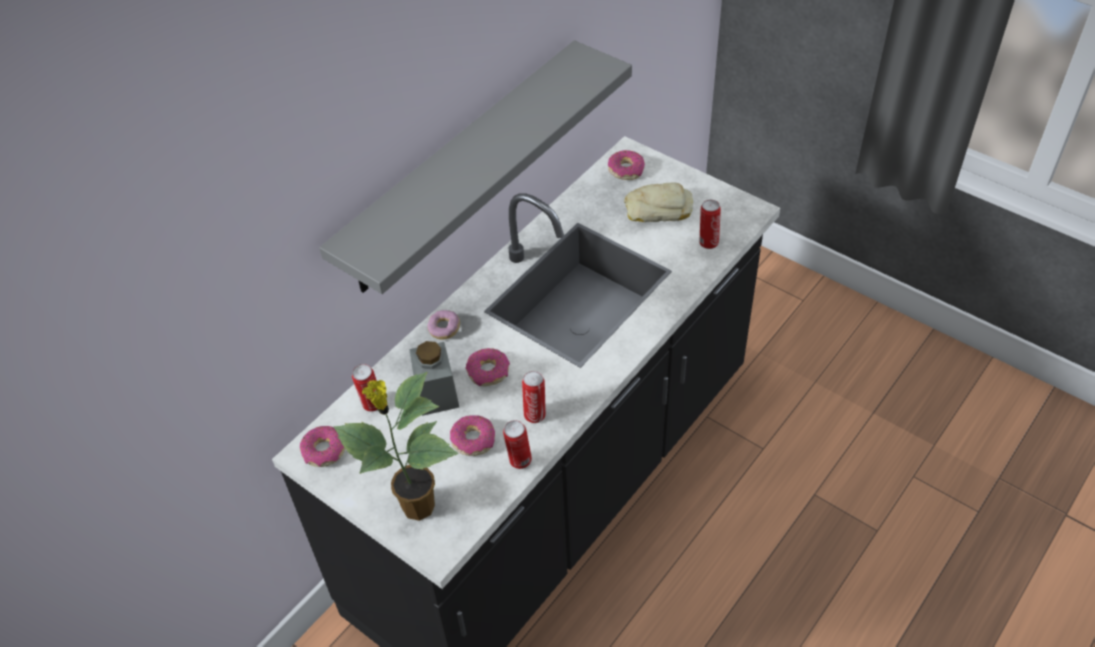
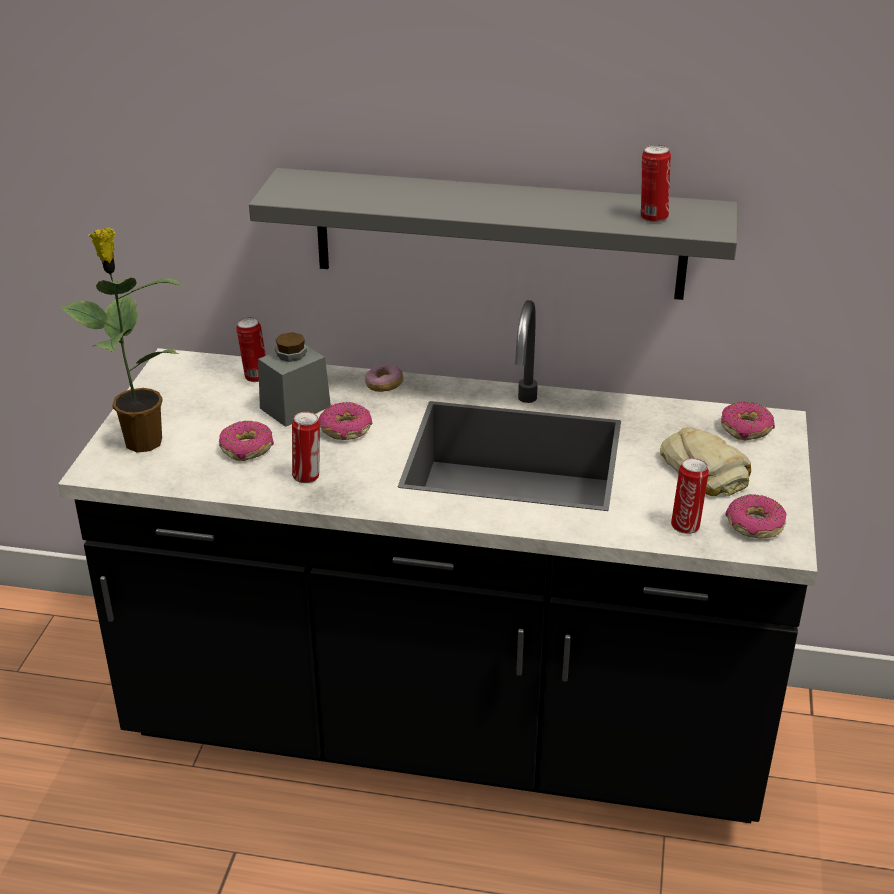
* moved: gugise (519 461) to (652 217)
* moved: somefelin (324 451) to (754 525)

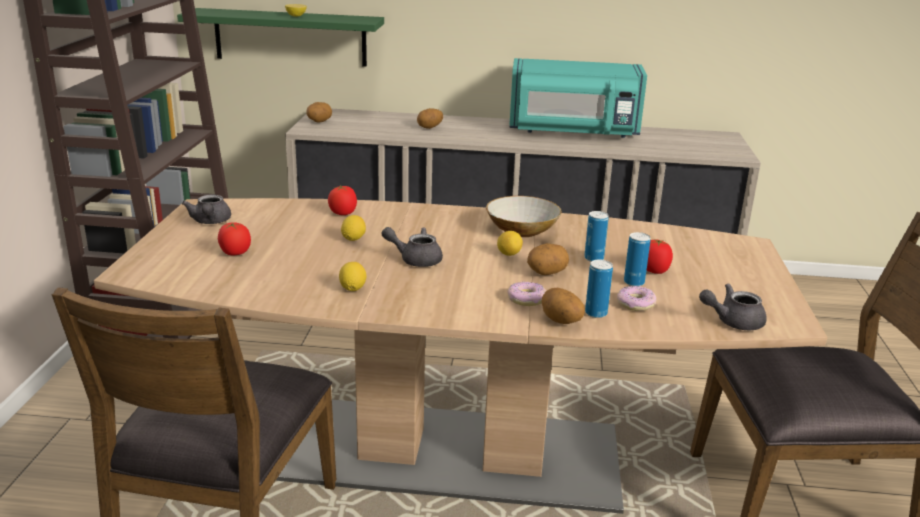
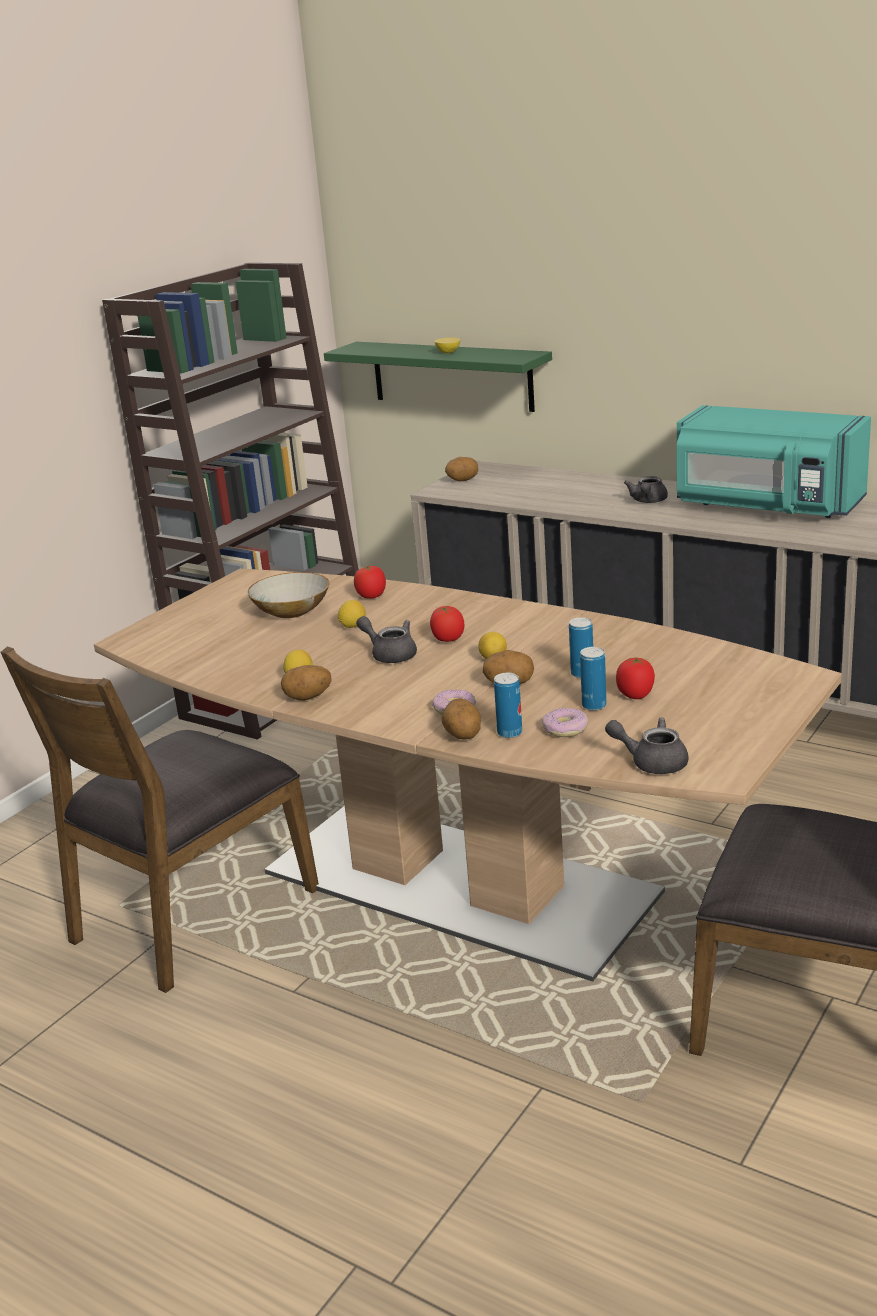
* moved: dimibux (430 127) to (308 698)
* moved: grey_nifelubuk (210 222) to (648 501)
* moved: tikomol (521 231) to (290 611)
* moved: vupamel (235 253) to (448 639)

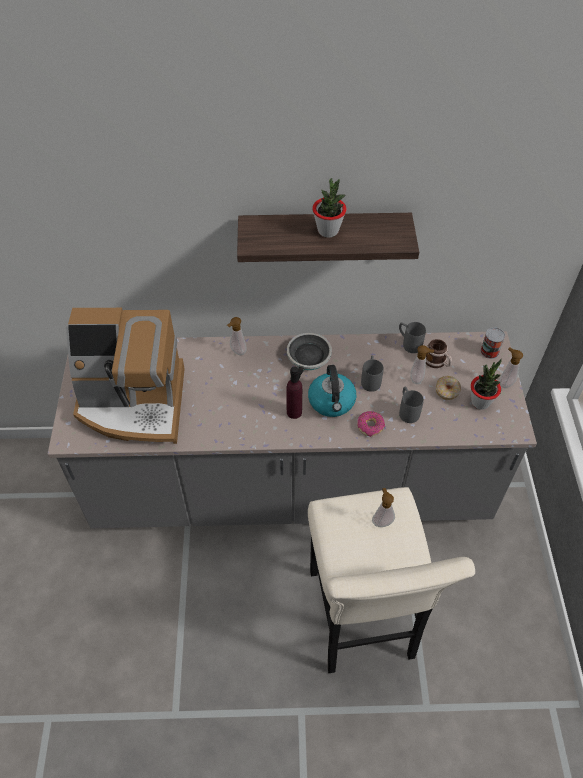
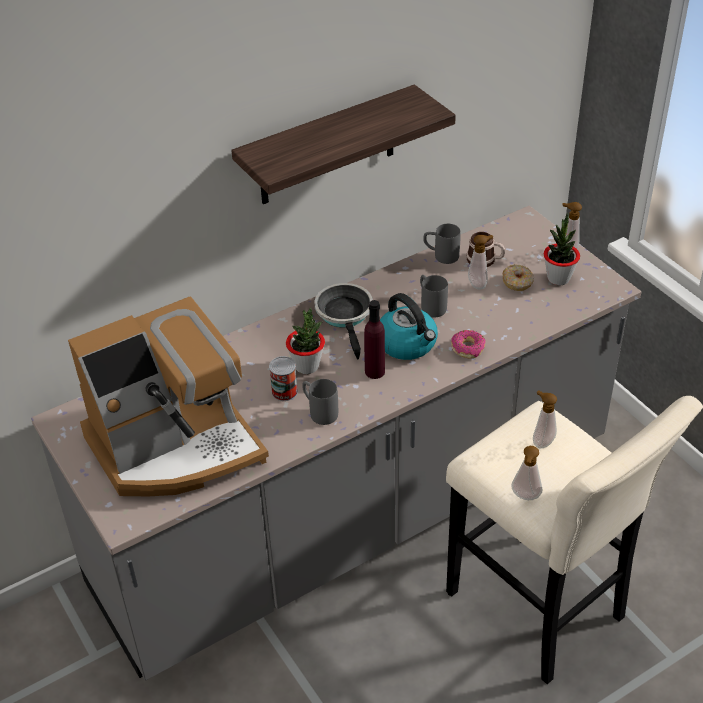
* moved: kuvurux (328 231) to (307 366)
* moved: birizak (237 352) to (525 497)
* moved: gugise (489 351) to (284 391)
* moved: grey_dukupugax (407 410) to (319 411)

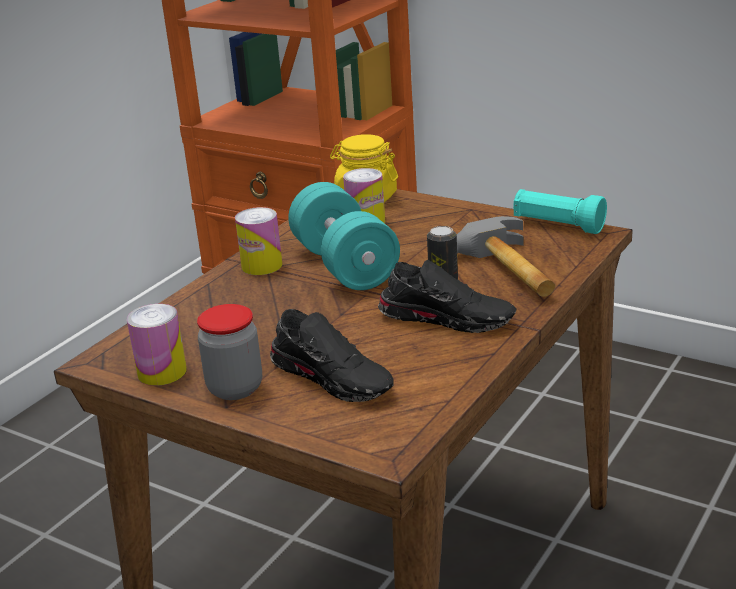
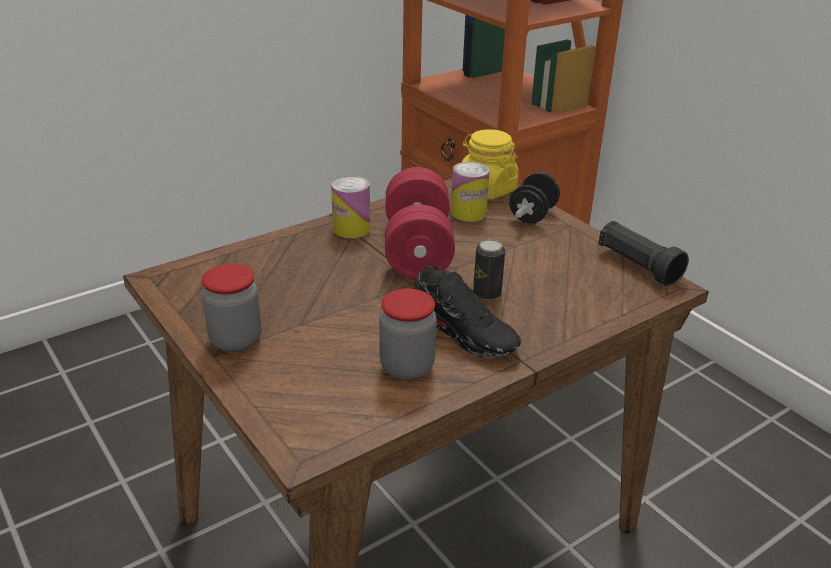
* recoloured: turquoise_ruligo (344 265) to red_ruligo (417 249)
* recoloured: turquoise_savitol (557 225) to black_savitol (637 266)
* removed: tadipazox (504 273)
* removed: gugise (162 372)
* removed: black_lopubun (334 377)
* added: black_ruligo (532 215)
* added: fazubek (407 367)

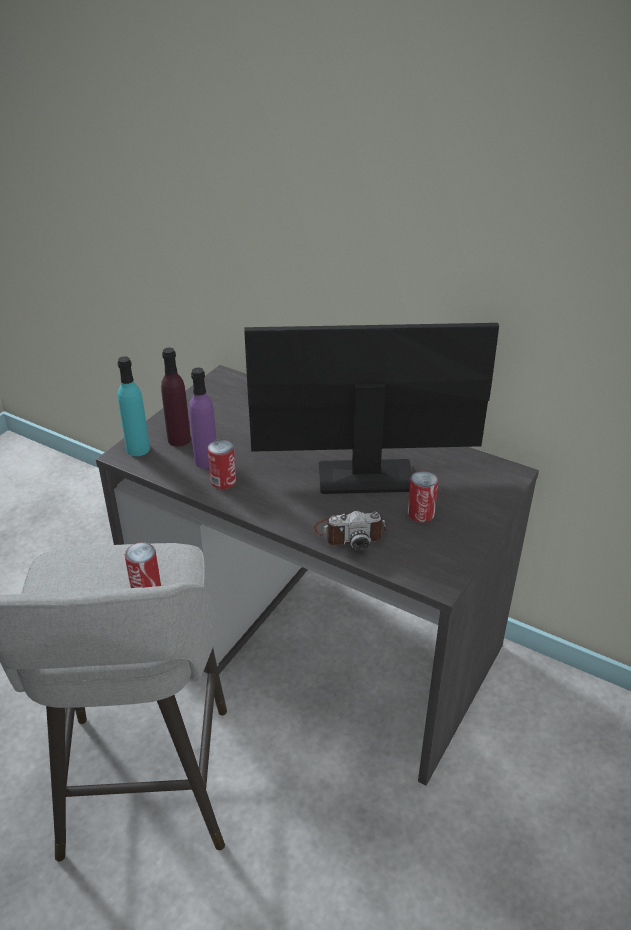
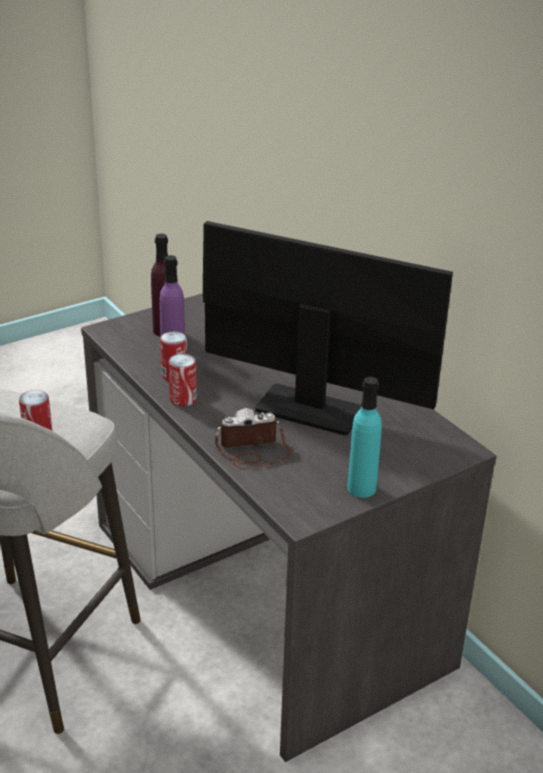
* moved: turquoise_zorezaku (138 449) to (361 488)
* moved: gugise (421 514) to (183 399)
* turned: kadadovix (350 533) = (252 451) 150 degrees clockwise

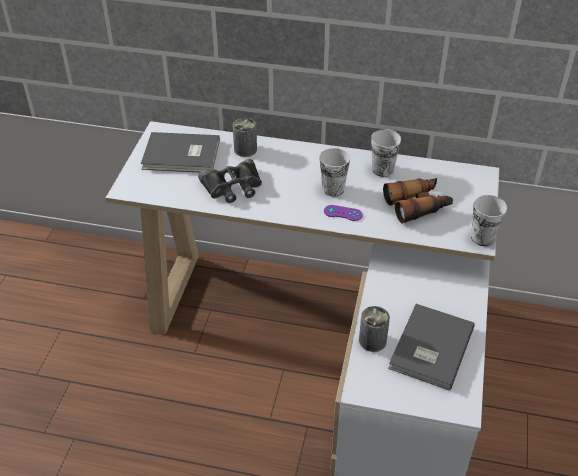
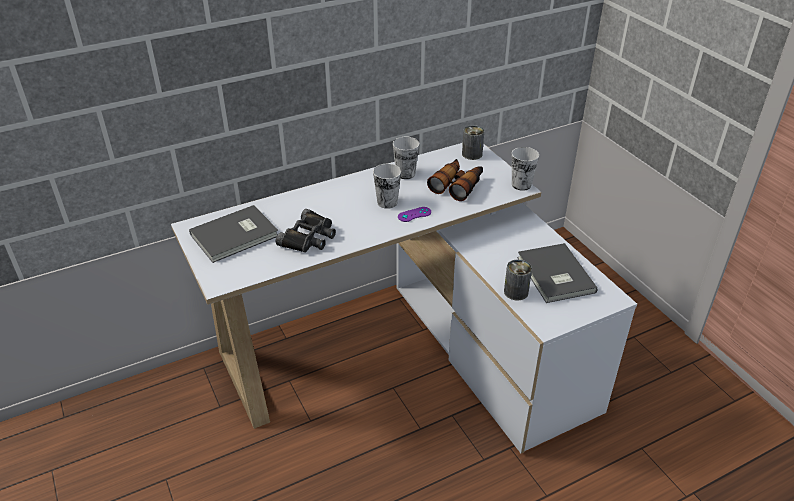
* moved: gugise (245 149) to (472 154)

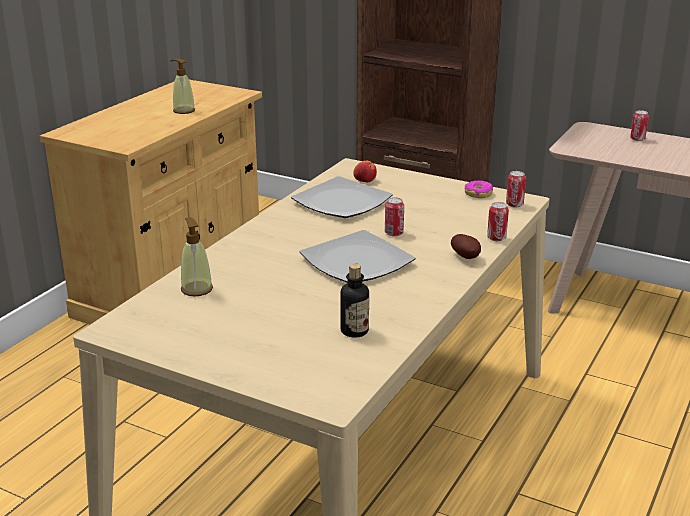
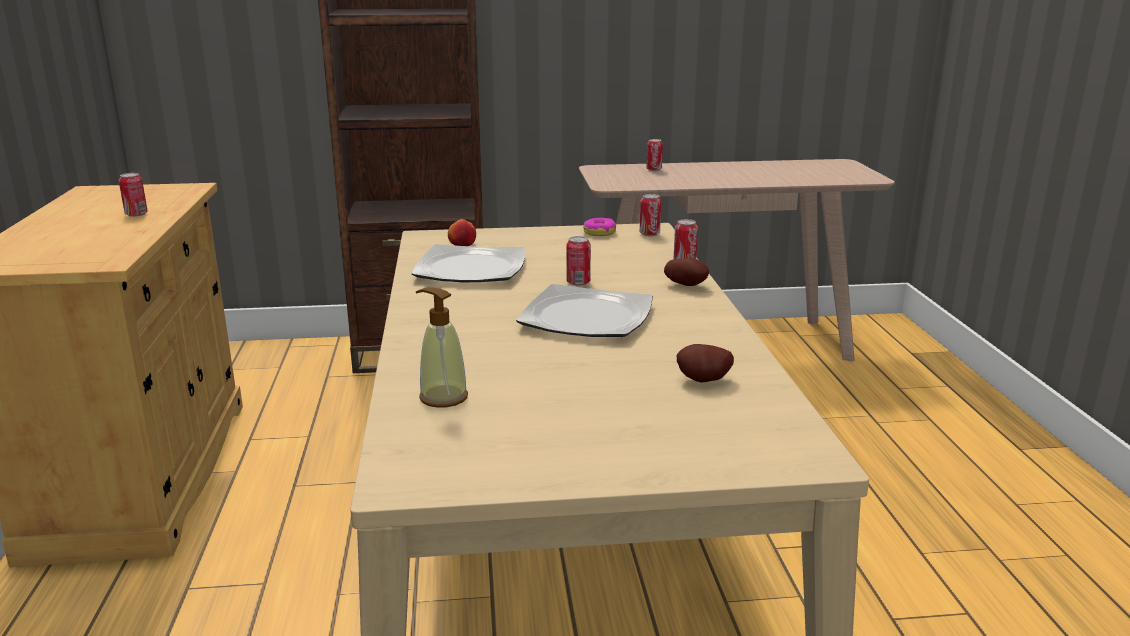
* replaced: birizak (184 111) to gugise (136 214)
* replaced: zorezaku (354 331) to dimibux (704 381)

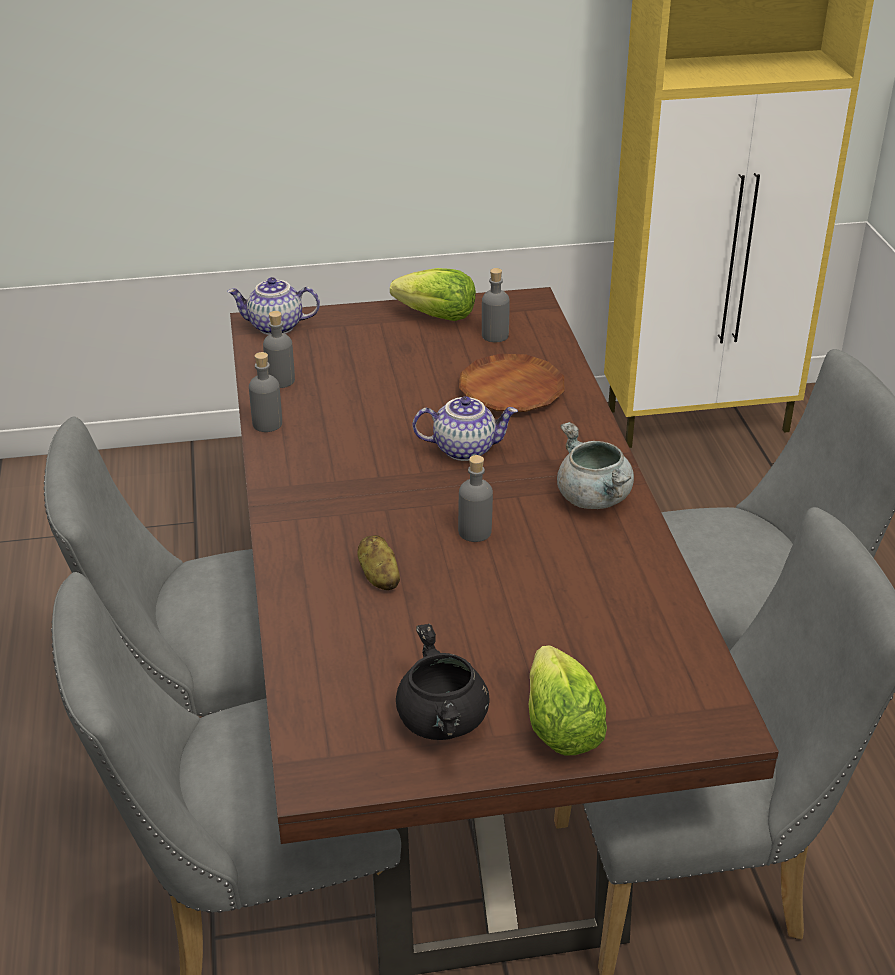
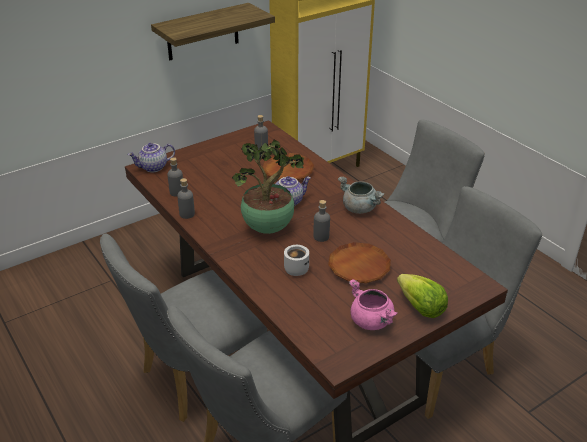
* removed: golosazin (437 317)
* replaced: dimibux (378 576) to white_dukupugax (295 268)
* recoloured: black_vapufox (443 721) to pink_vapufox (371 321)
* added: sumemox (202 32)
* added: kuvurux (269 228)
* added: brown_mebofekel (359 266)

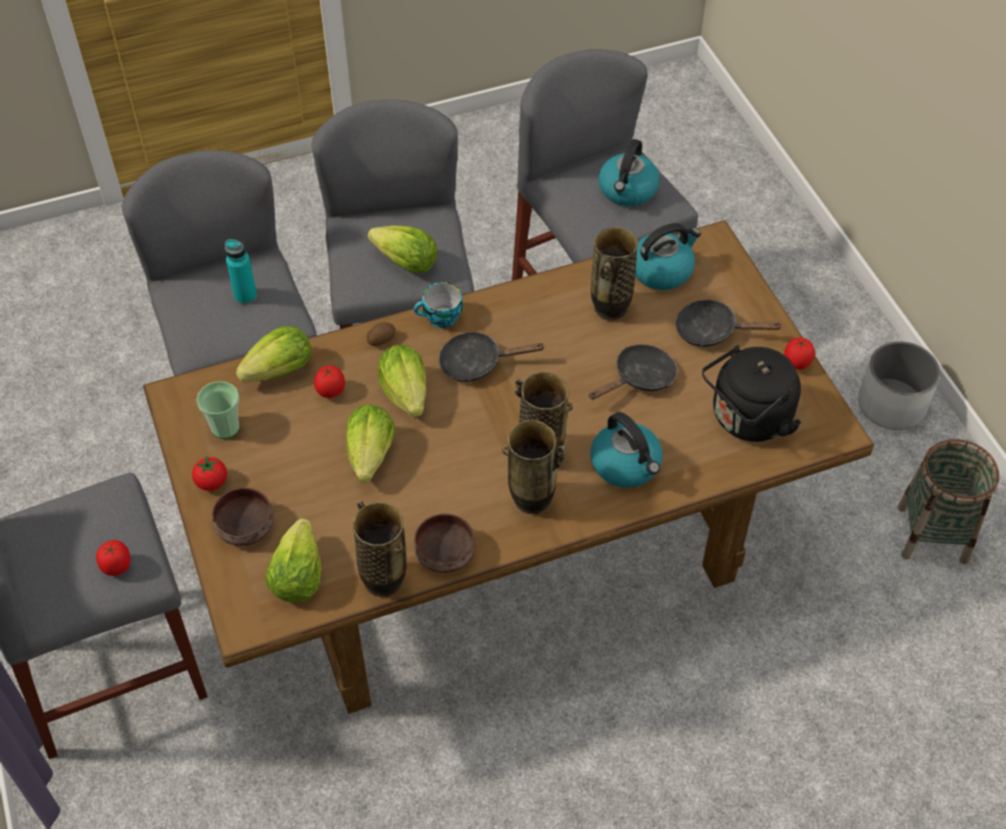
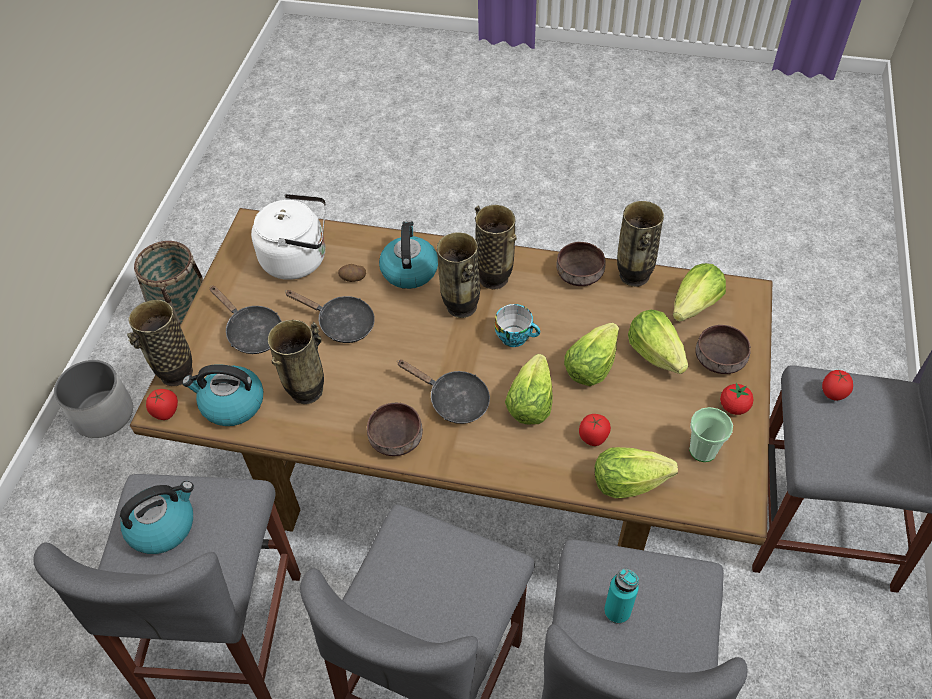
* moved: golosazin (406 263) to (655 353)
* moved: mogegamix (441 319) to (516 336)
* moved: dimibux (381 339) to (353 278)
* moved: vupamel (796 364) to (166 412)
* turned: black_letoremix (639 378) = (341 323) 150 degrees counterclockwise
* recoloured: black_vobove (747 419) to white_vobove (299 259)
* added: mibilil (176 373)
* added: brown_tikomol (396 439)

